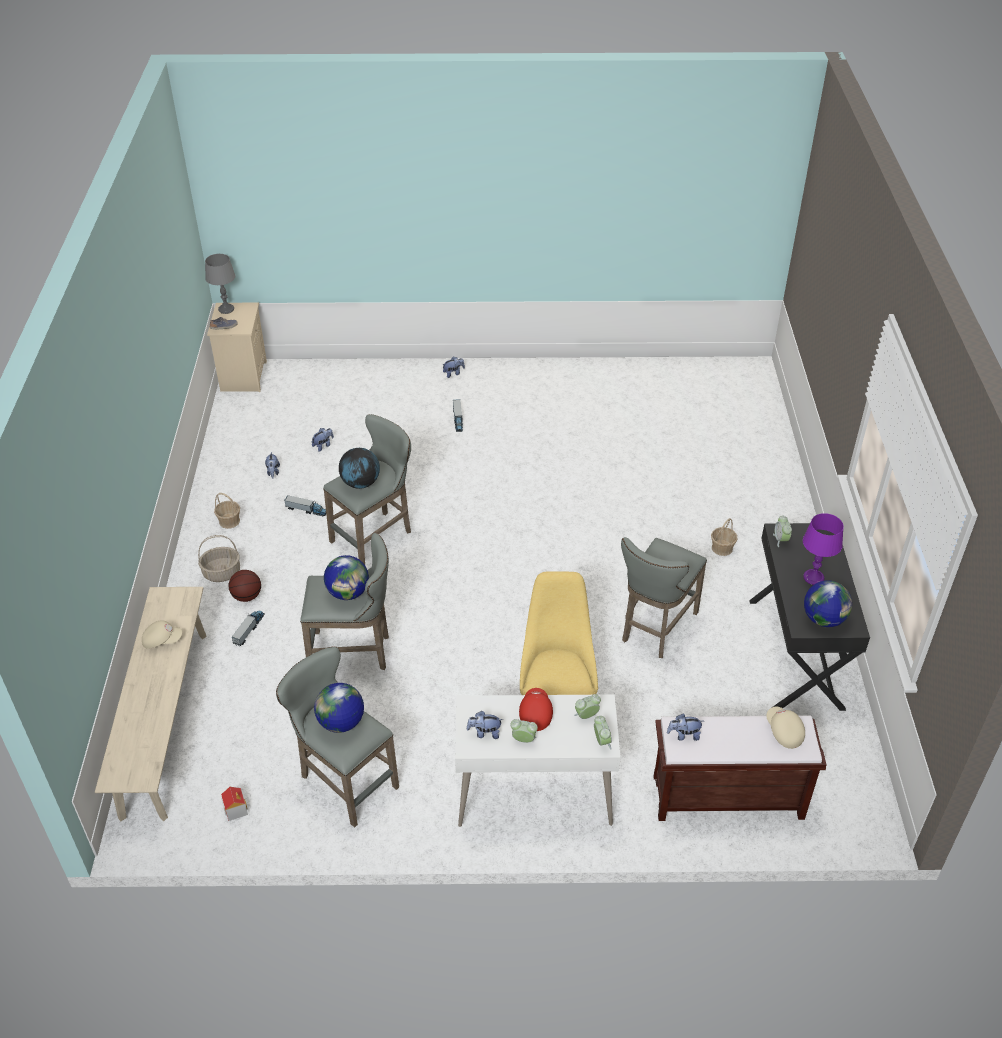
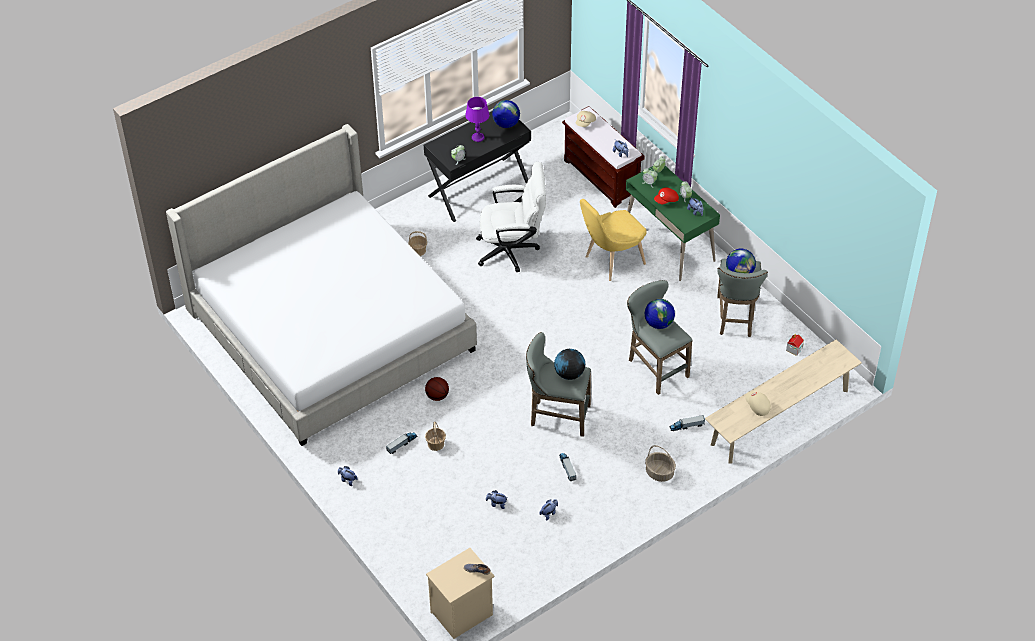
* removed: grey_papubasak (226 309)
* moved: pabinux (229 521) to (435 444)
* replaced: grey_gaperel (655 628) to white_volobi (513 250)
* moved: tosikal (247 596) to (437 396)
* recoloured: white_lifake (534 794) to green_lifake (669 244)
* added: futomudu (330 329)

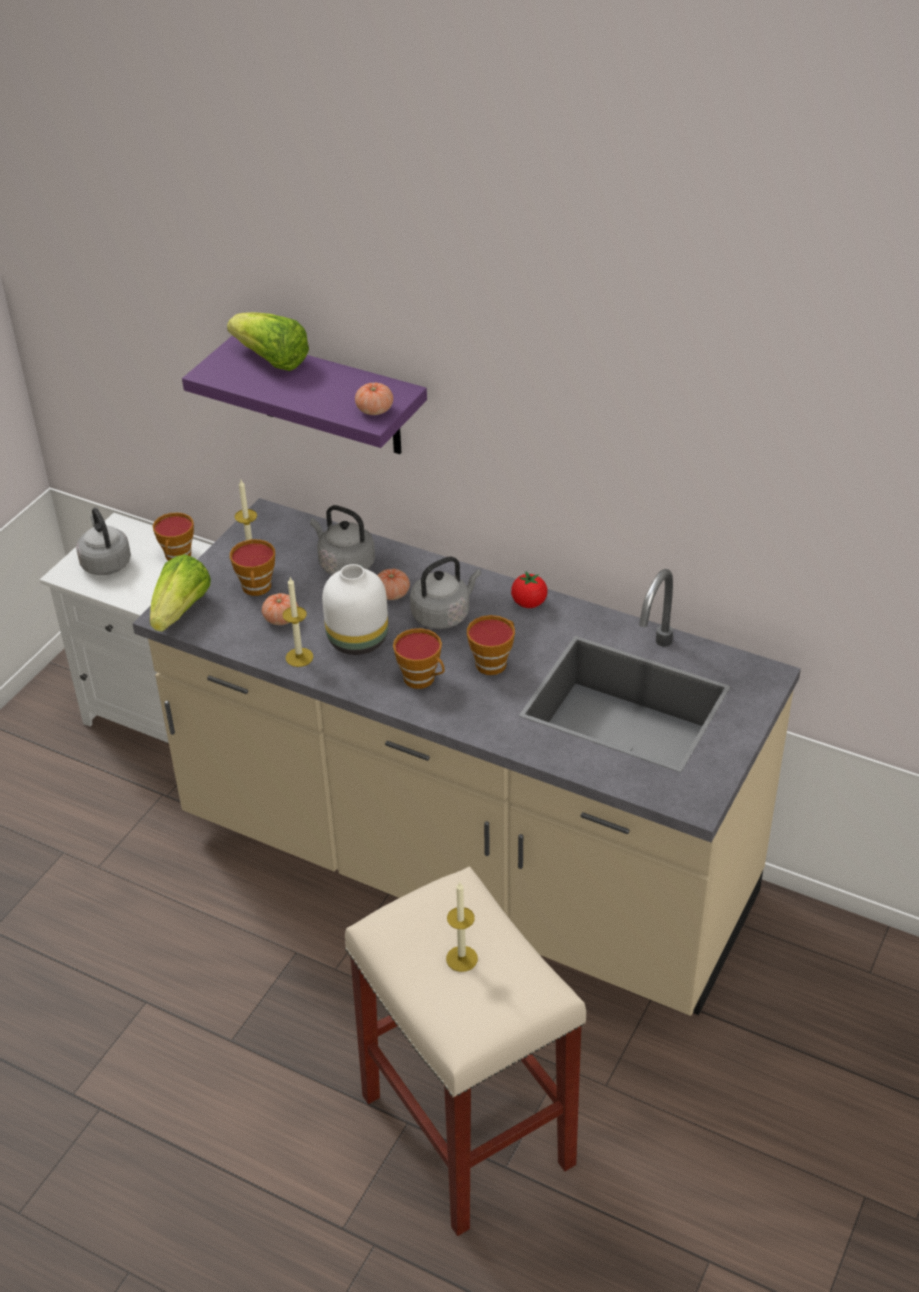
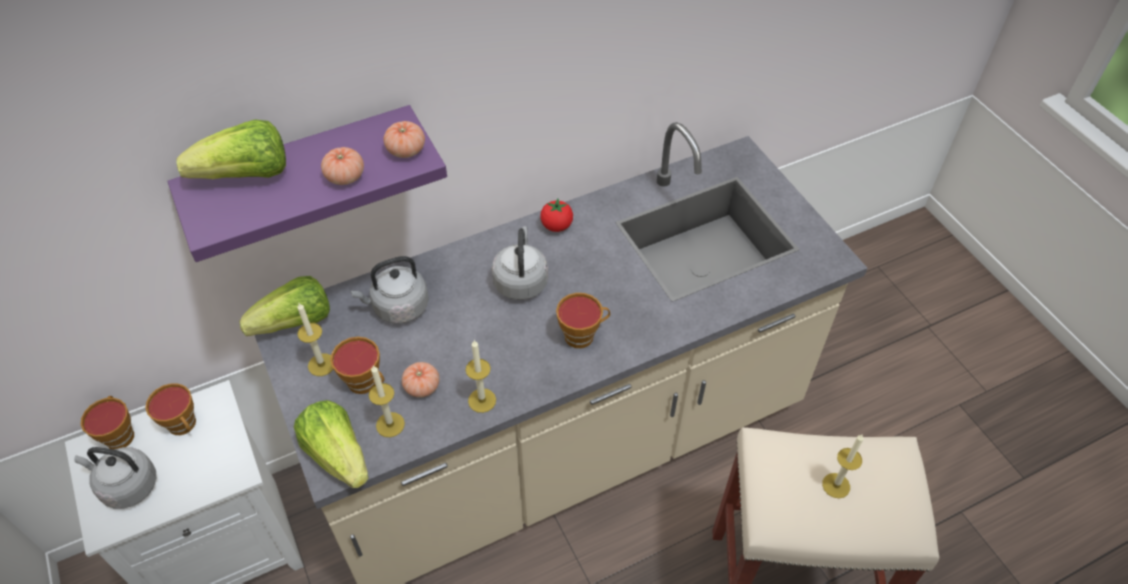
* removed: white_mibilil (359 641)
* moved: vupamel (392 594) to (345 176)
* moved: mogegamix (493 662) to (119 434)
* added: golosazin (295 323)
* added: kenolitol (390 424)

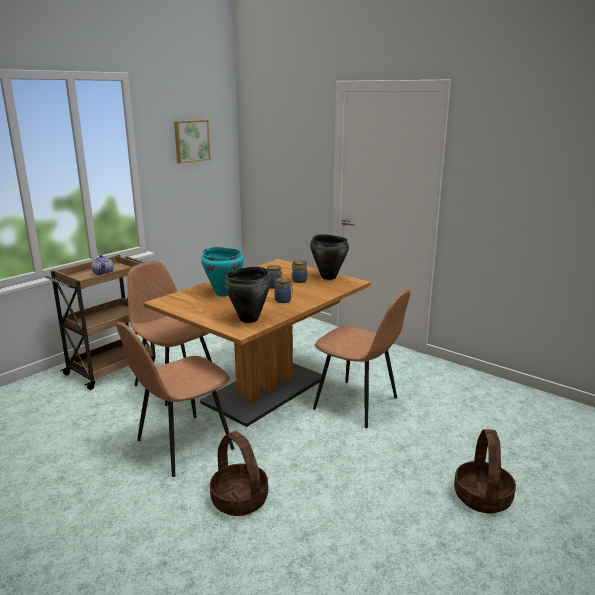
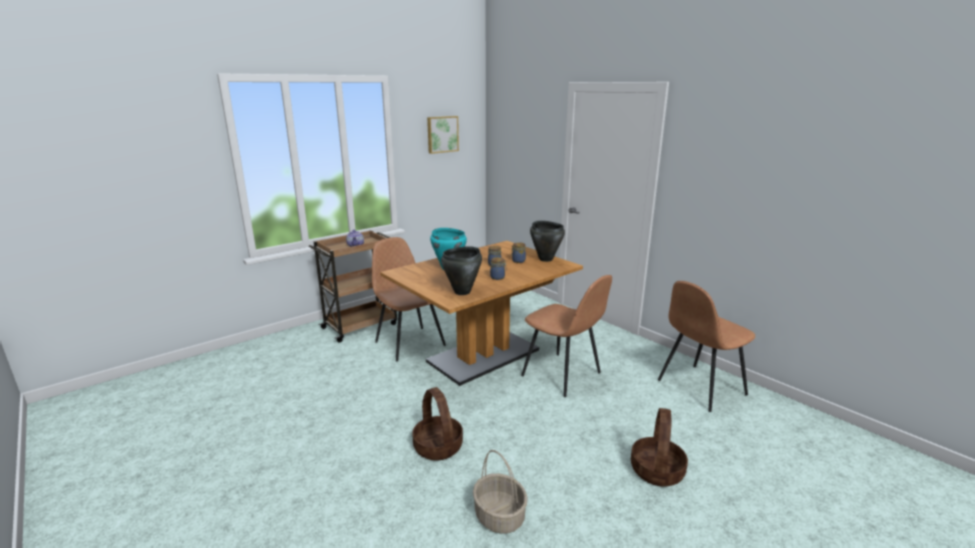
* moved: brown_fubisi (182 445) to (699 388)
* added: pabinux (498 516)

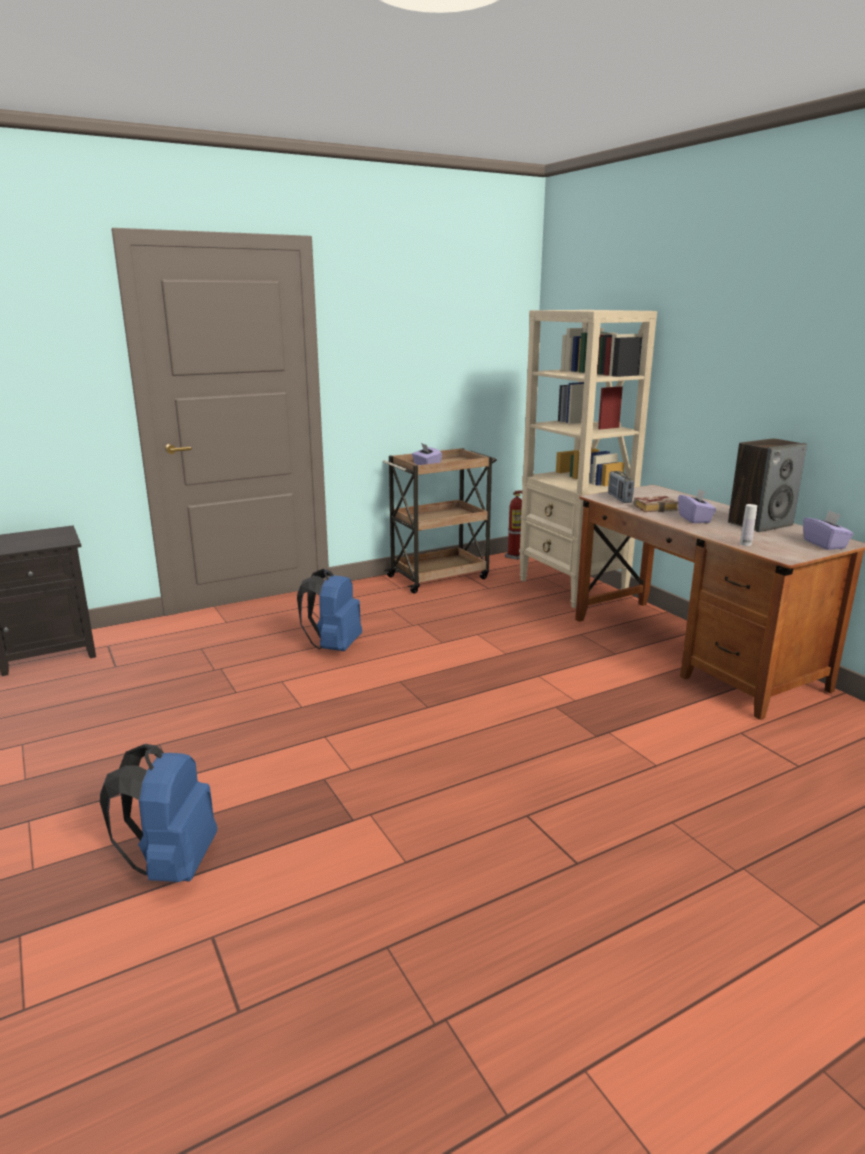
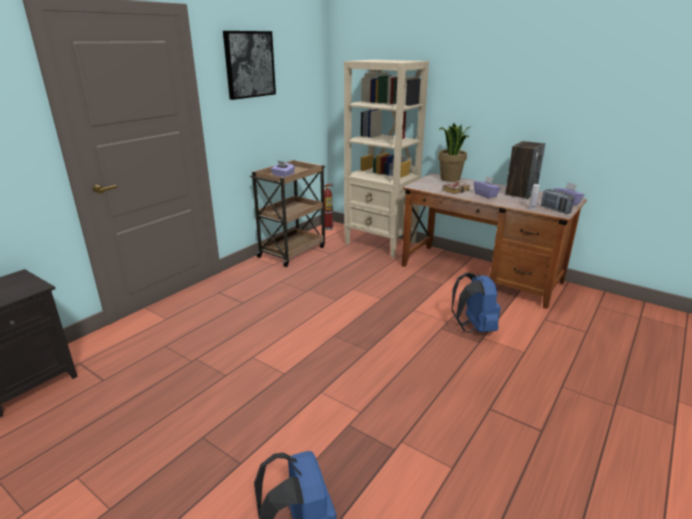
* moved: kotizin (619 498) to (555 210)
* moved: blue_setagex (334 647) to (474 328)
* added: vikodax (249 64)
* added: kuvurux (450 179)

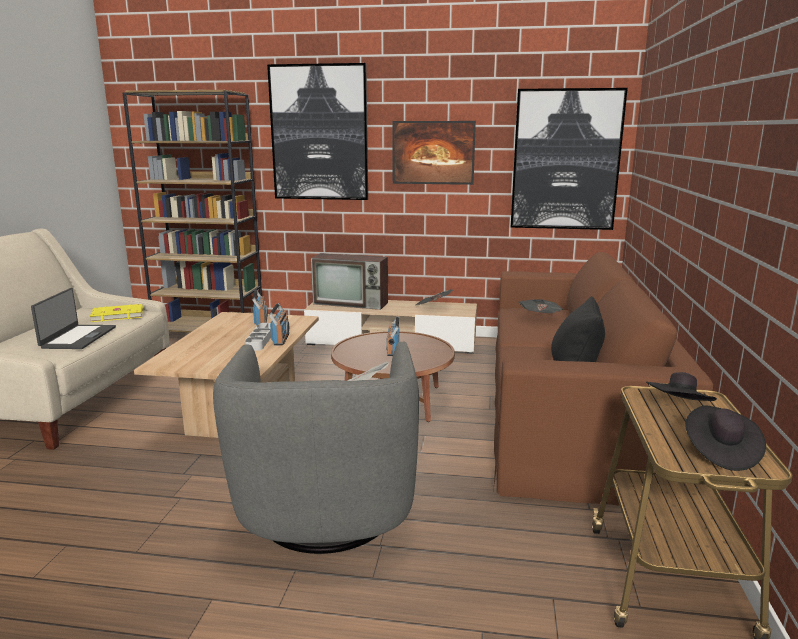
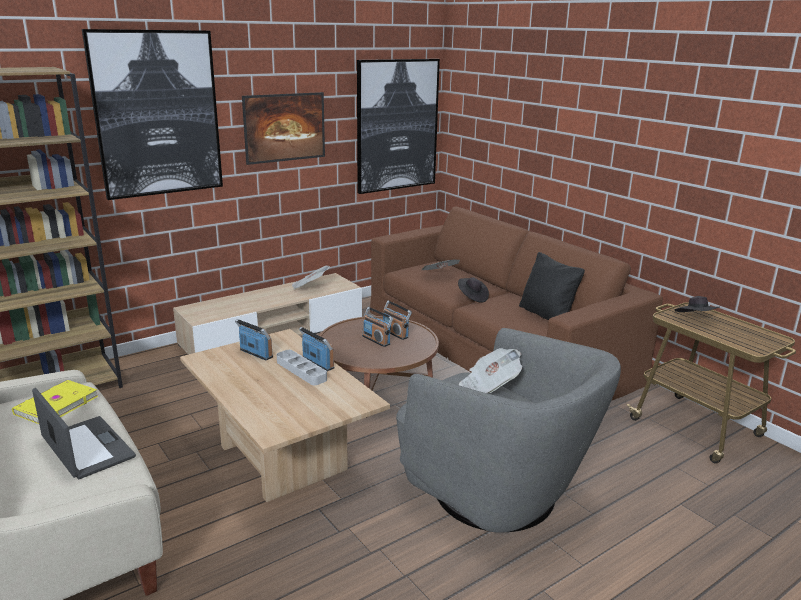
* removed: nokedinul (352 303)
* moved: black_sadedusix (720 452) to (472 297)
* added: kotizin (395 333)

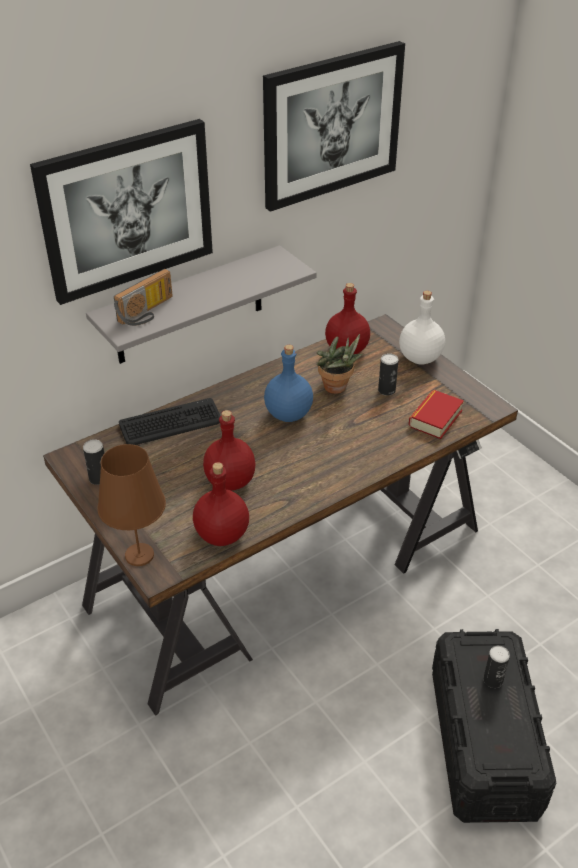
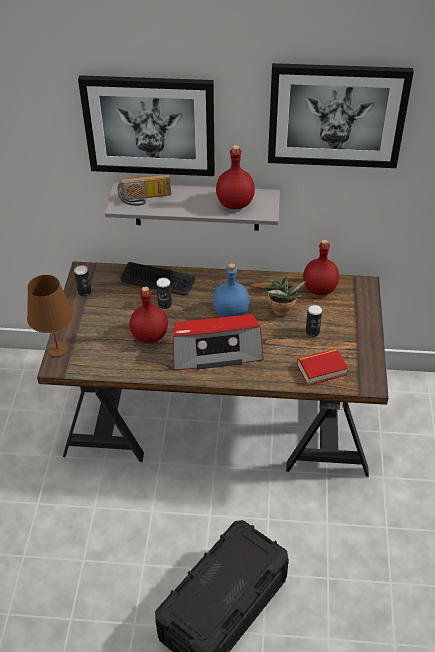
* removed: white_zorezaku (419 357)
* moved: red_zorezaku (222 535) to (235 204)
* moved: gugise (493 680) to (165 304)
* added: kotizin (216 350)

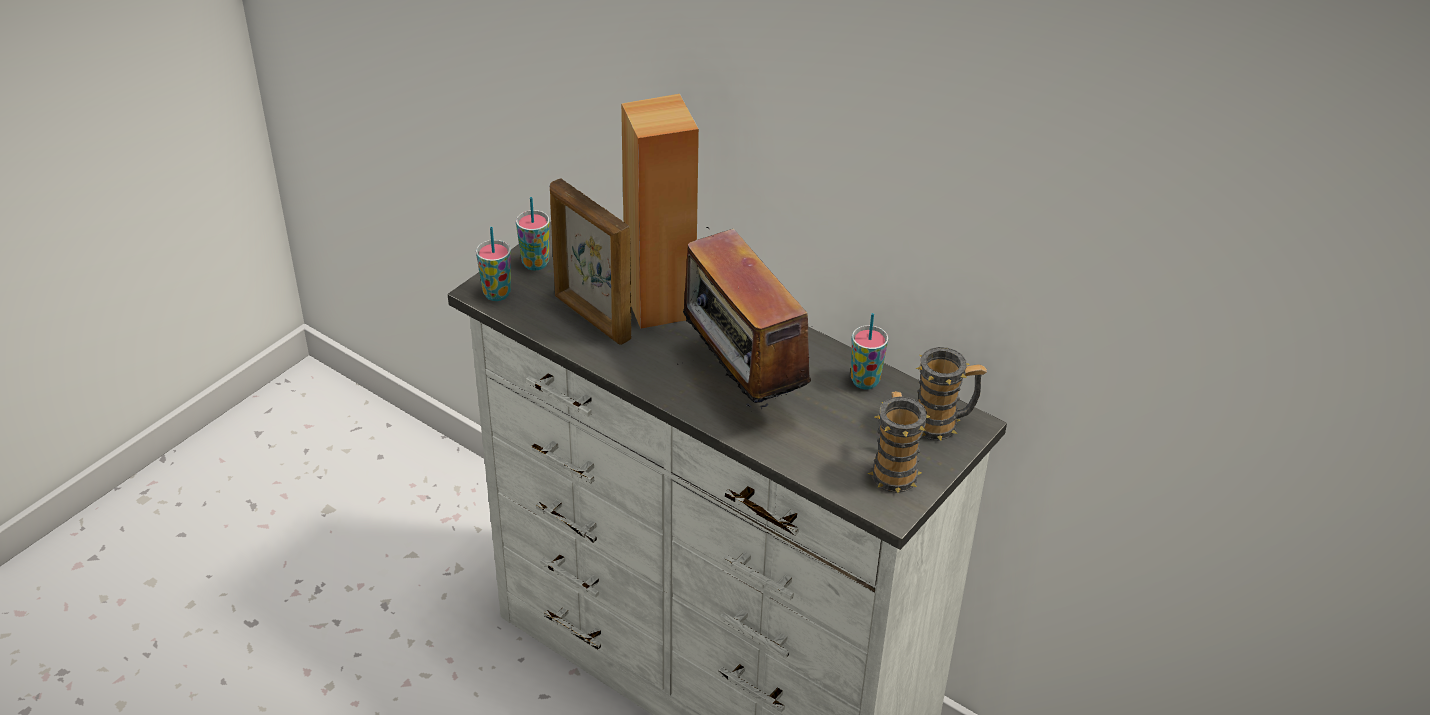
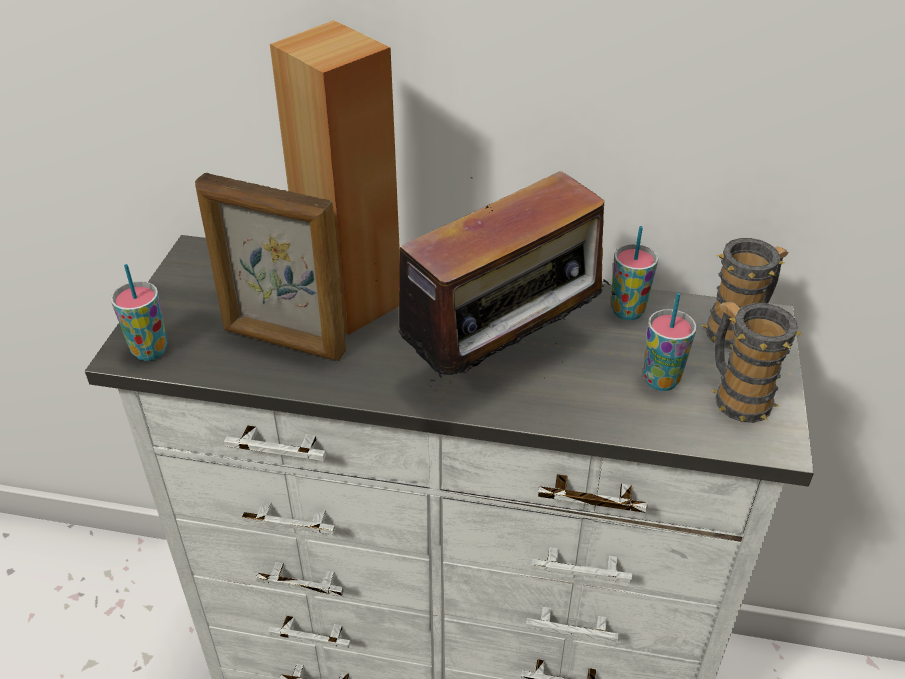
* moved: mogegamix (535 263) to (661 380)
* turned: kotizin (740 385) = (505 360) 75 degrees counterclockwise

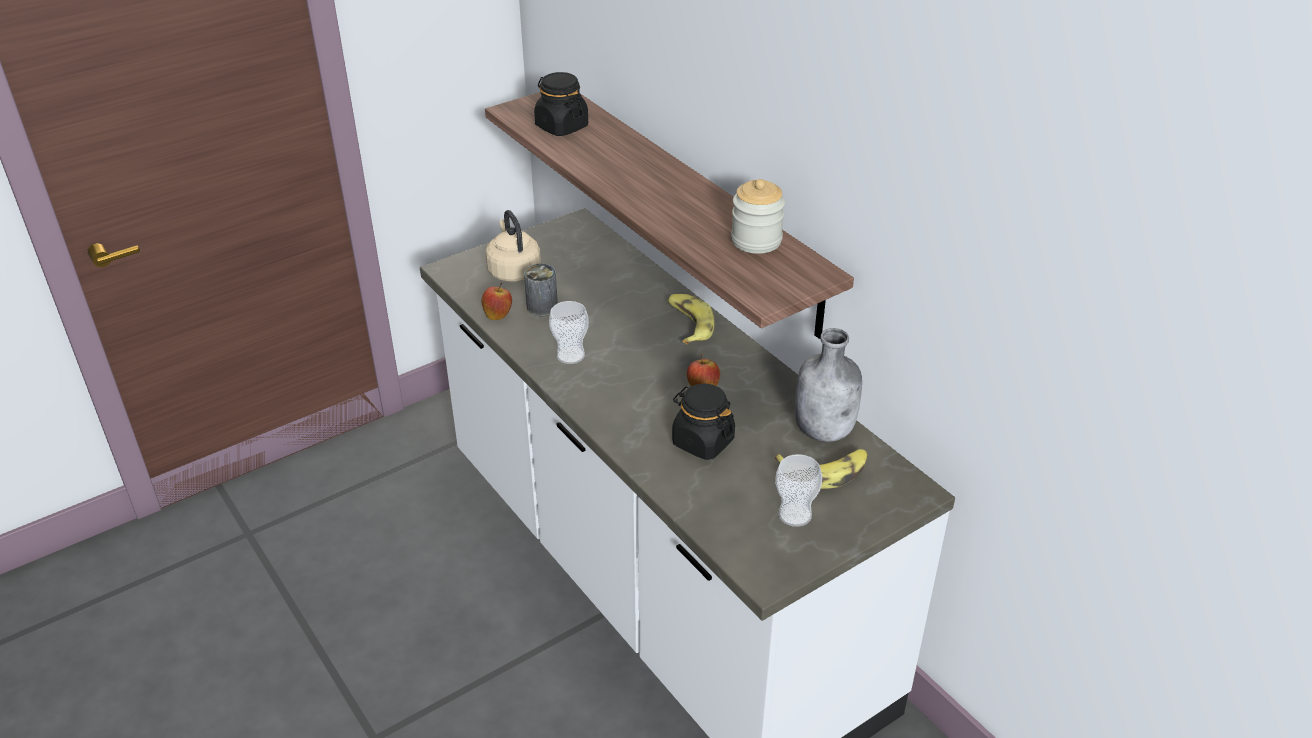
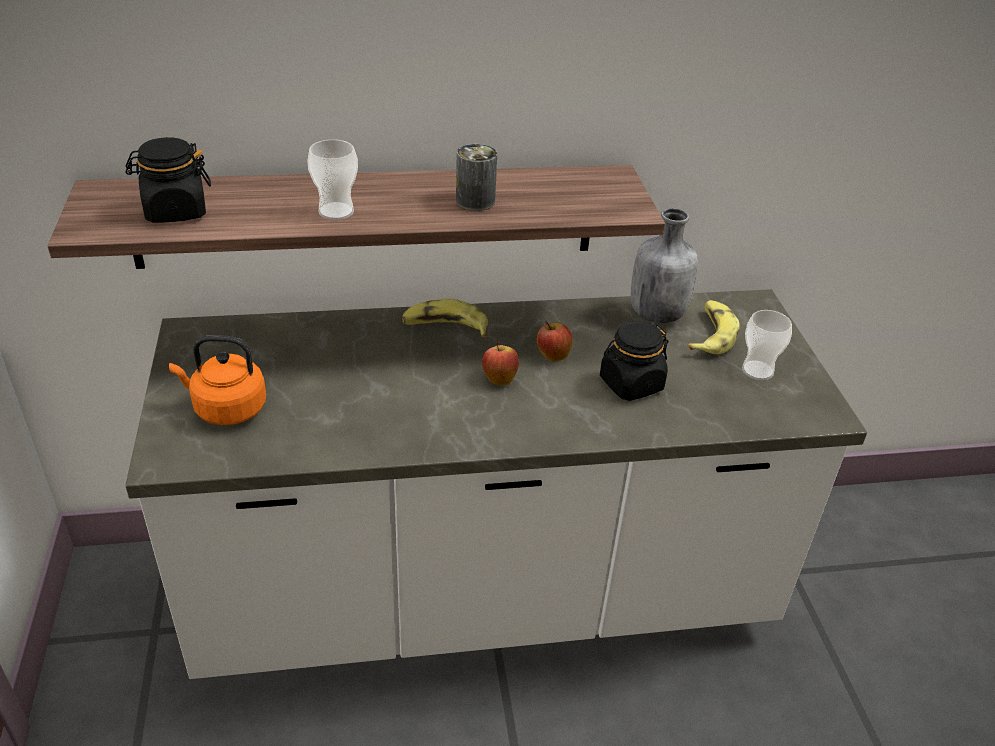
* removed: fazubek (756 241)
* recoloured: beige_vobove (513 270) to orange_vobove (226 409)
* moved: gugise (542 307) to (475 201)
* moved: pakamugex (498 315) to (499 379)
* moved: mogegamix (570 355) to (336 211)

